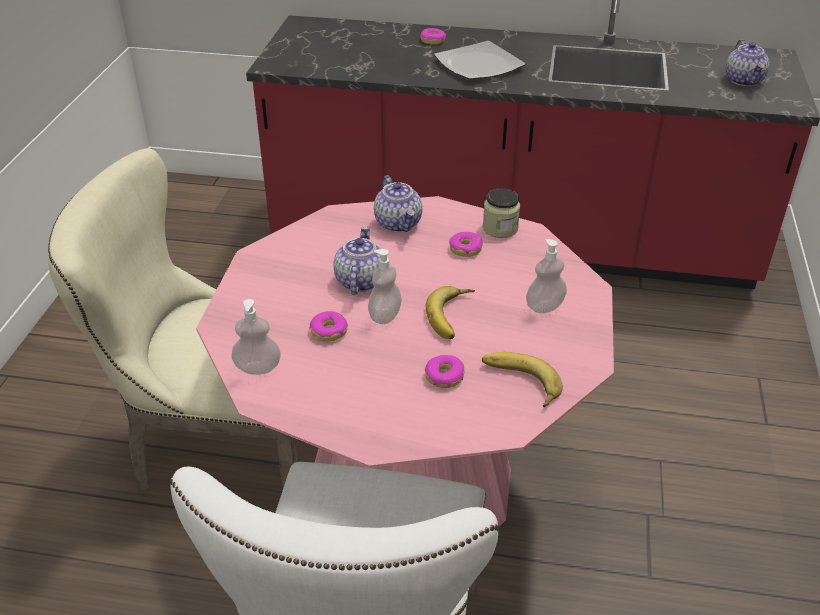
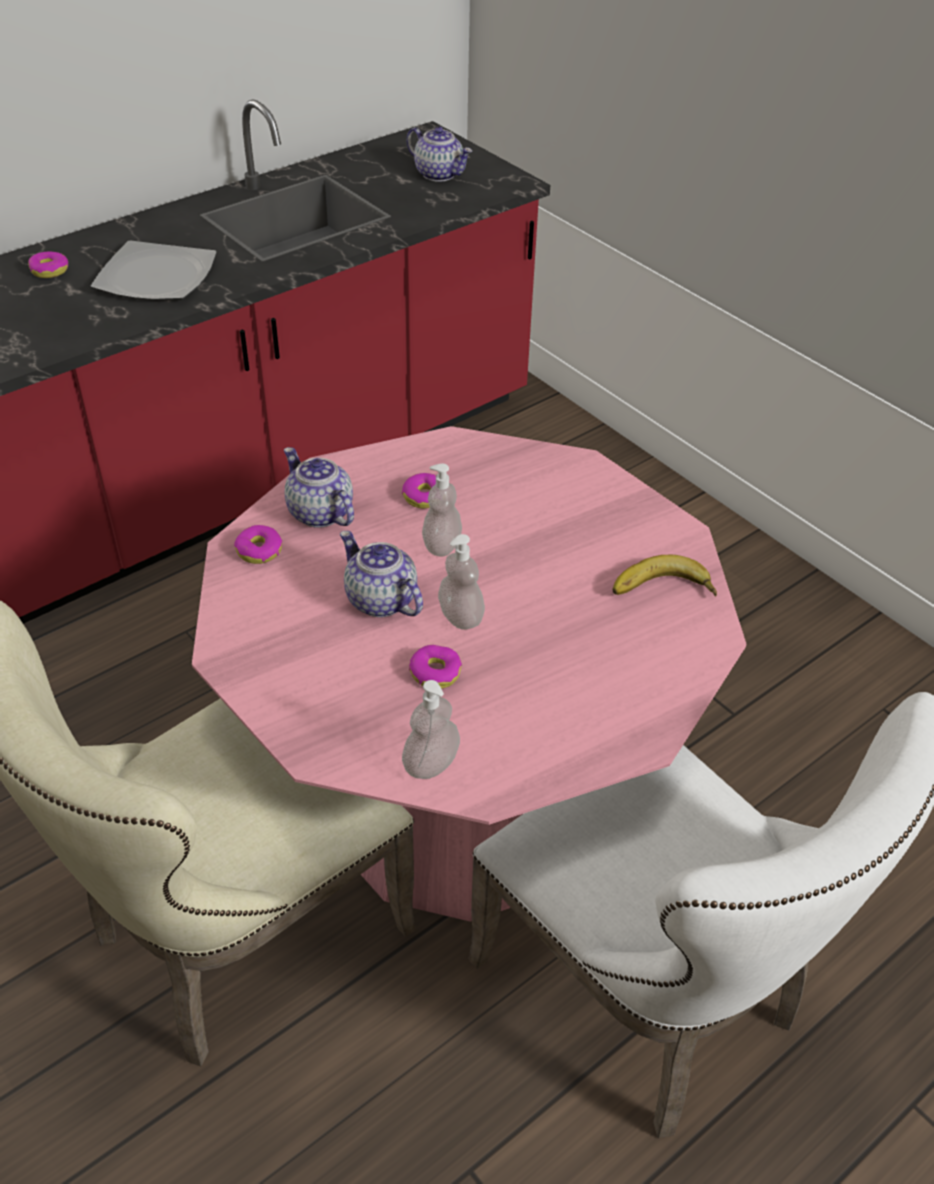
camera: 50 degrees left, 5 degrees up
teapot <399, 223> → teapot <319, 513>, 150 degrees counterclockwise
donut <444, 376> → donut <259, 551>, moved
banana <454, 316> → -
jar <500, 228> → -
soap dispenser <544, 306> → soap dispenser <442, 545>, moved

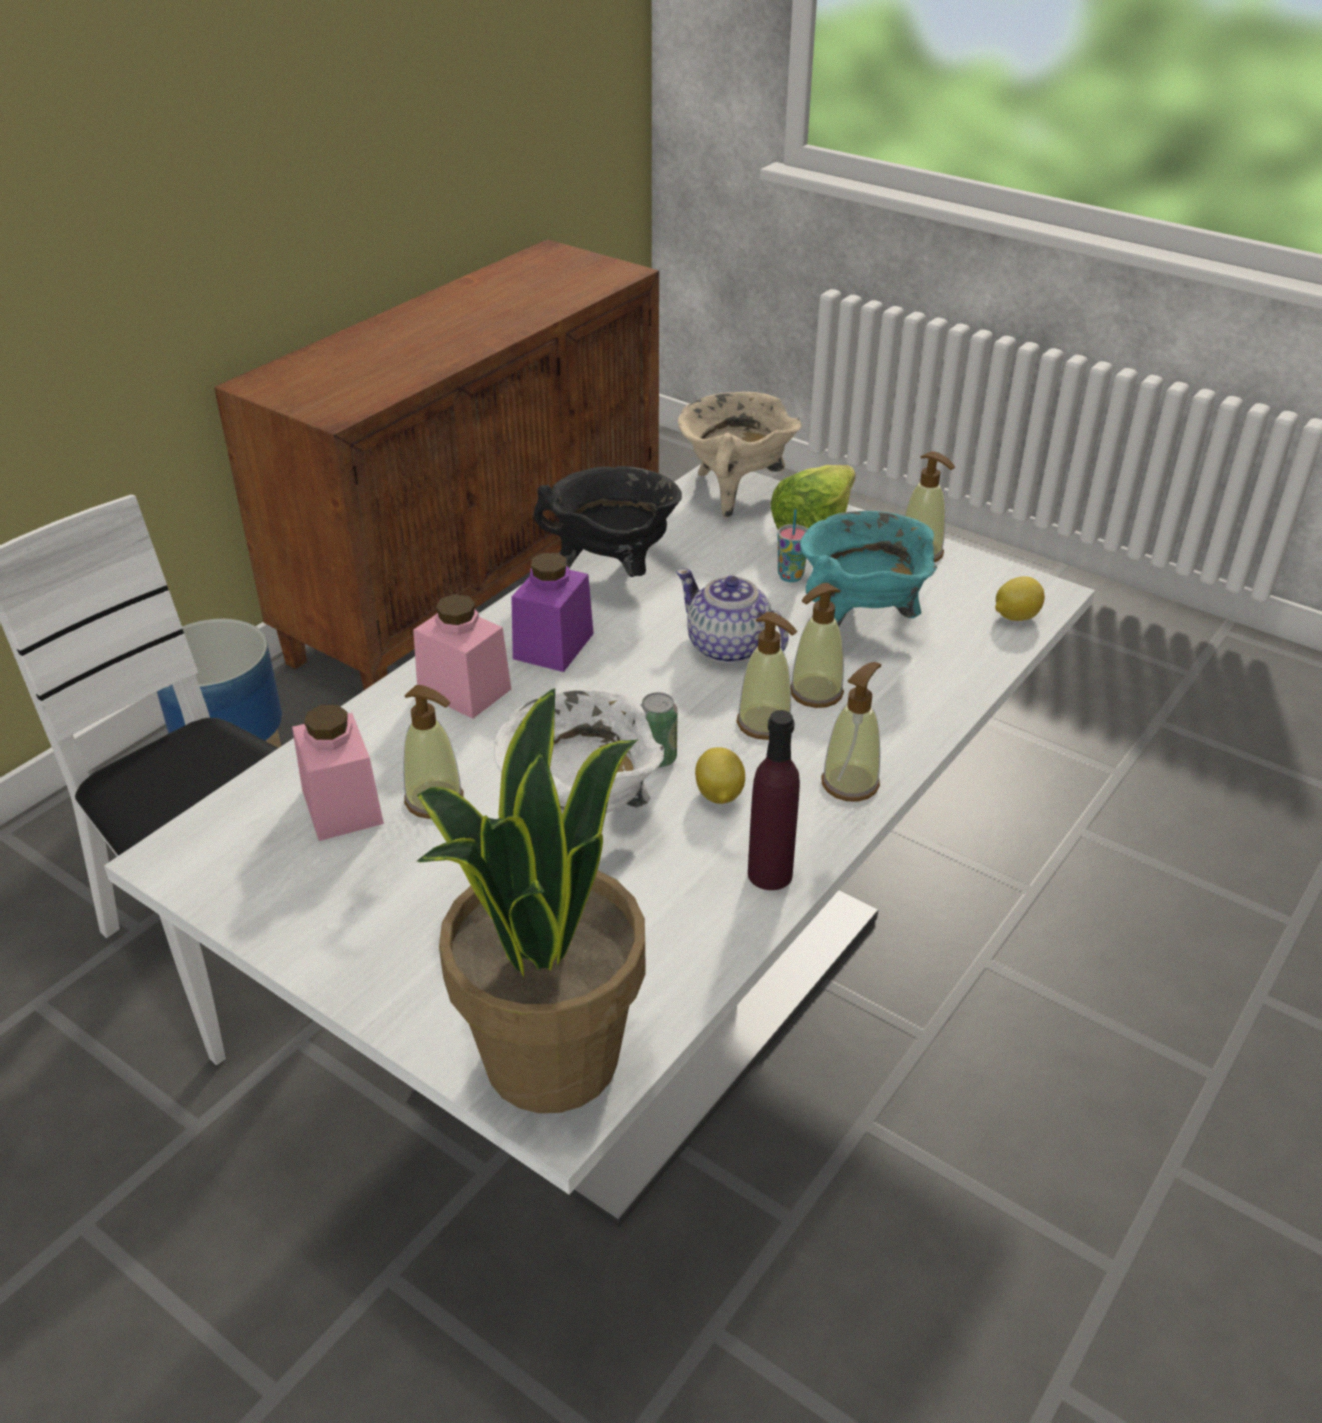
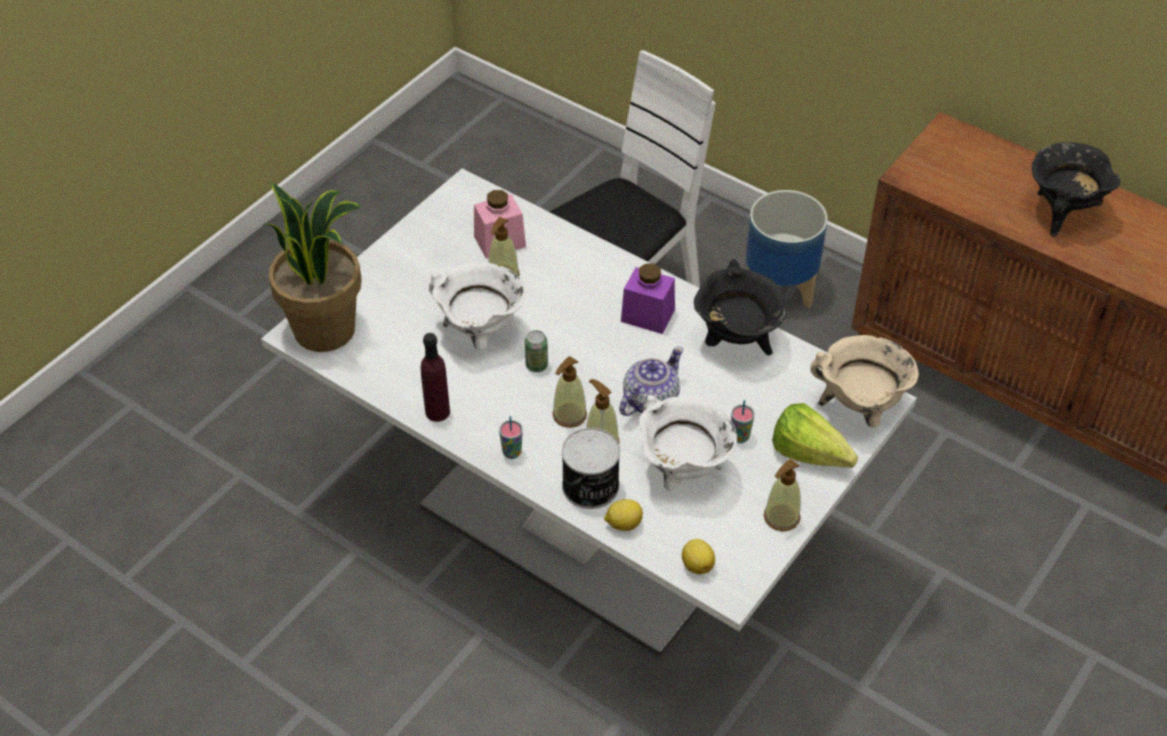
camera: 90 degrees right, 10 degrees up
jar (pink) <464, 690> → -
lemon <719, 795> → lemon <623, 524>, moved
cooking pot (turquoise) <861, 623> → cooking pot (white) <682, 472>
soap dispenser <850, 783> → cup <512, 453>
- → can <590, 487>
- → cooking pot (black) <1061, 213>

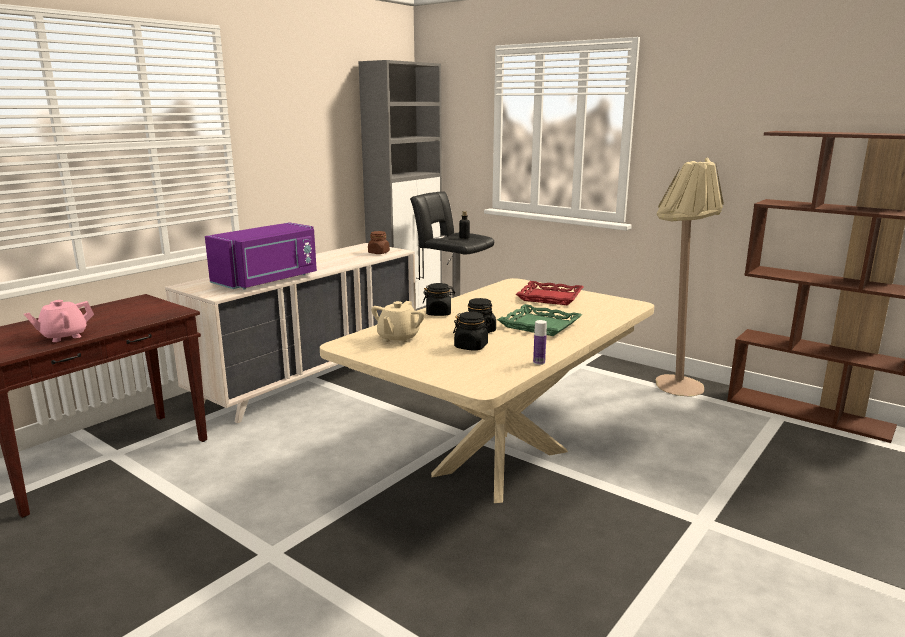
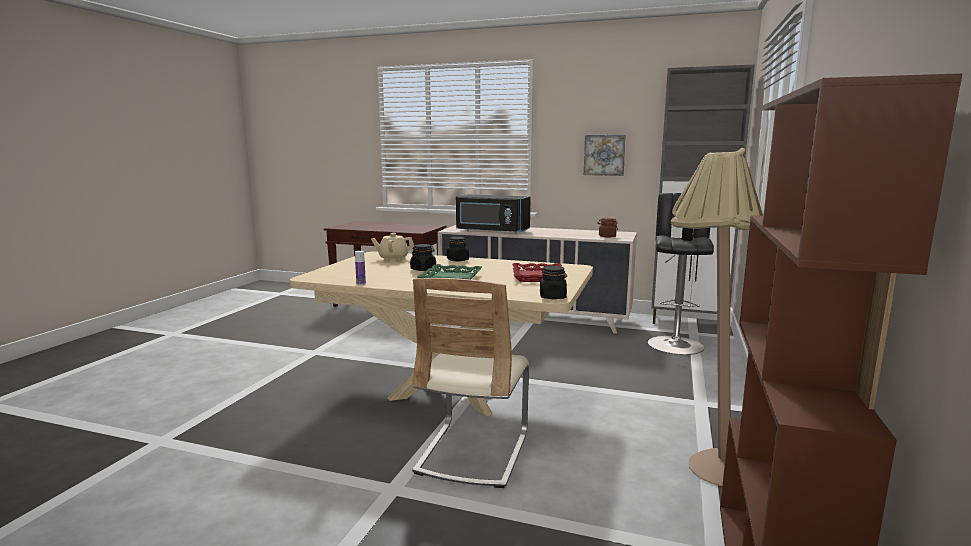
camera: 70 degrees right, 5 degrees down
teapot (pink) <64, 336> → -
microwave (purple) <268, 280> → microwave (black) <491, 231>
jar (black) <471, 346> → jar (black) <552, 297>, moved
- → chair (beige) <473, 452>
- → picture <604, 155>

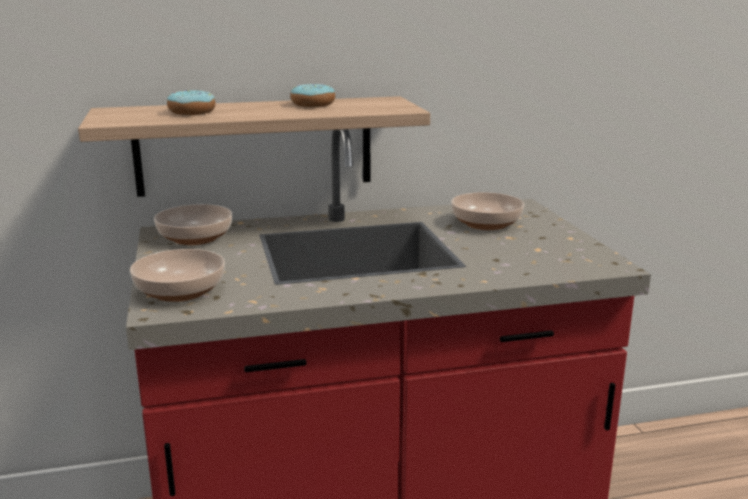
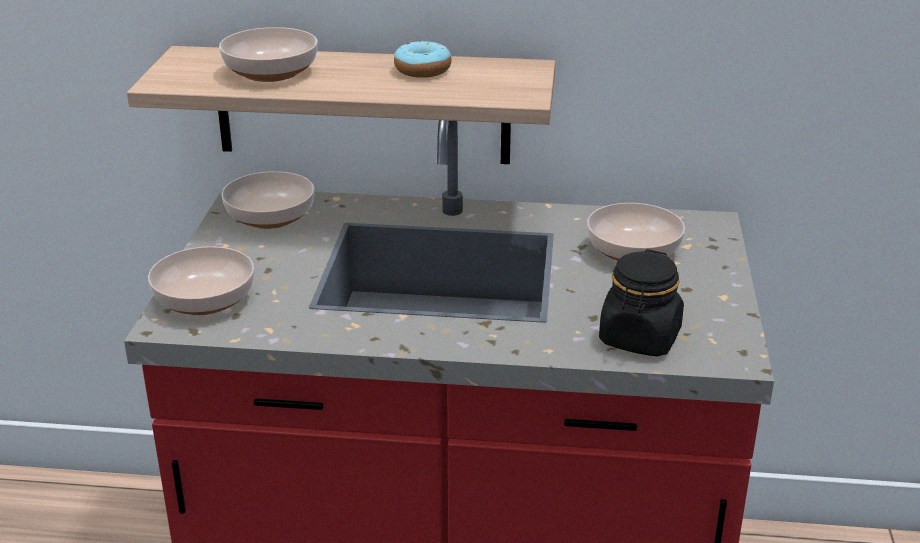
camera: 20 degrees right, 10 degrees up
donut <192, 112> → bowl <269, 72>
- → jar (black) <639, 338>

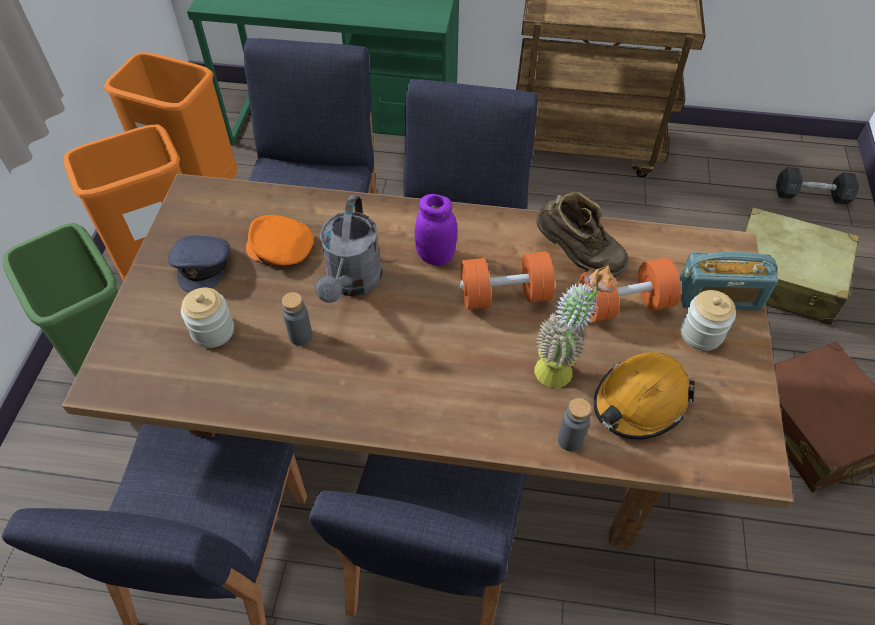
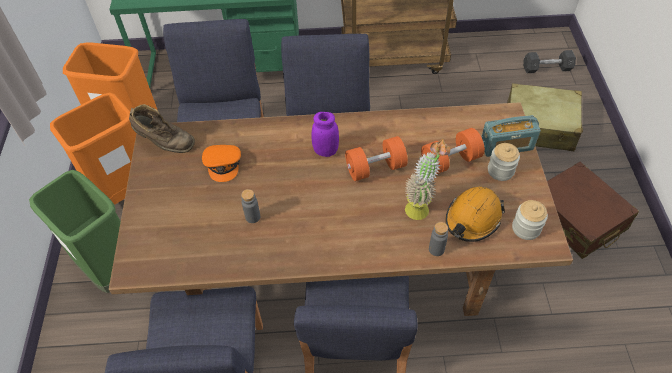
camera: 10 degrees left, 0 degrees up
cap (grey) <203, 265> → -
jar <213, 331> → jar <526, 228>, moved
cap (orange) <280, 250> → cap (orange) <223, 164>, 105 degrees counterclockwise
watering can (grey) <352, 283> → -
boot (brown) <577, 257> → boot (brown) <165, 143>, moved

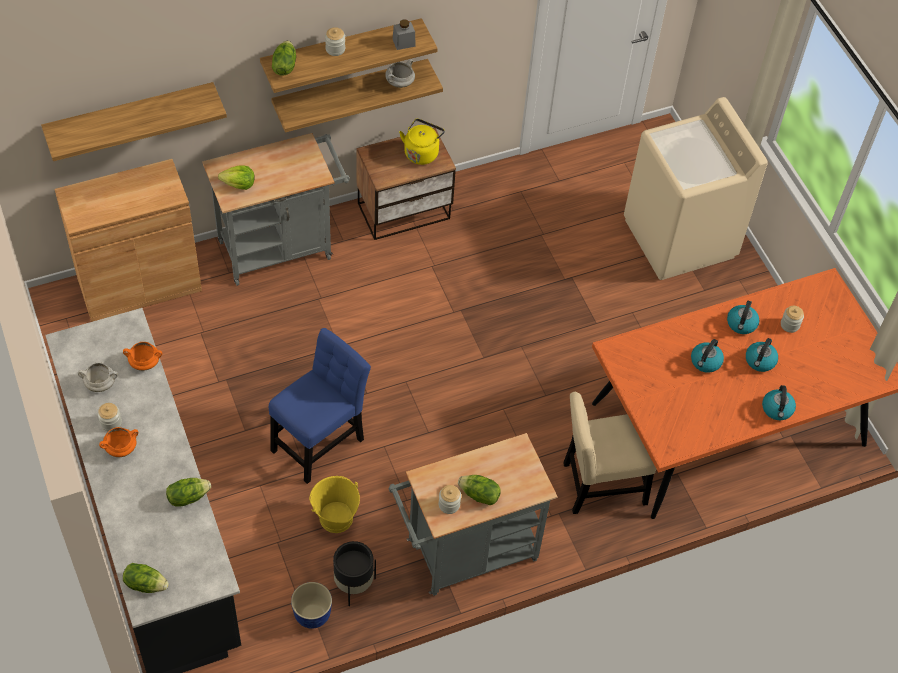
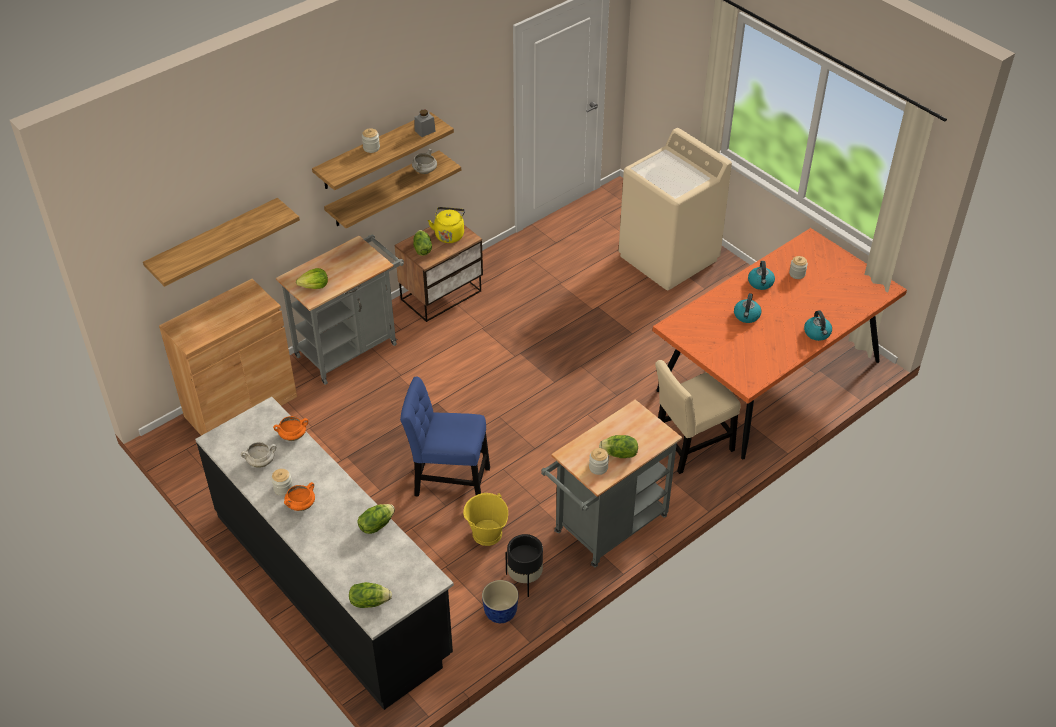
camera: 15 degrees left, 10 degrees down
chair (blue) <320, 441> → chair (blue) <448, 480>, 105 degrees counterclockwise
lettuce <284, 66> → lettuce <422, 249>, moved
kettle <760, 361> → -

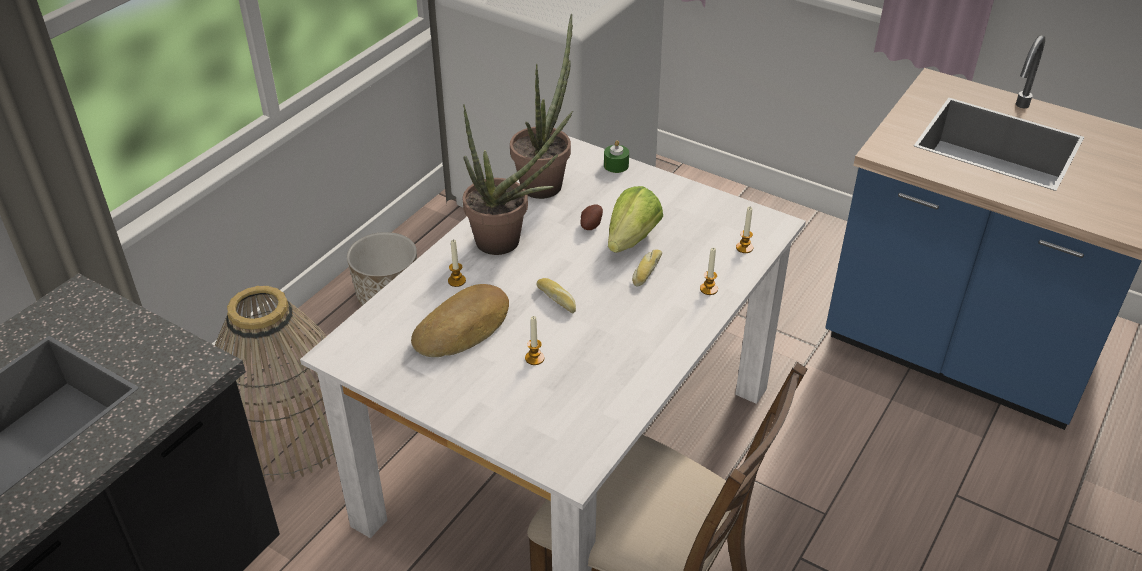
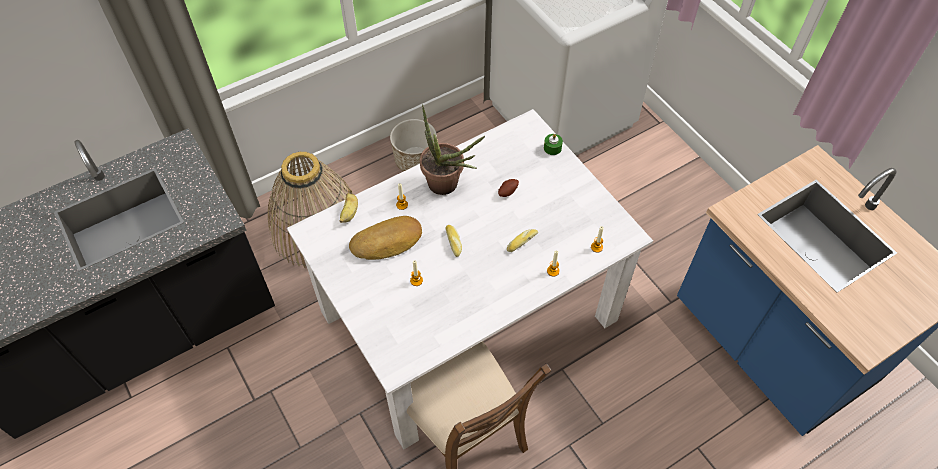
camera: 25 degrees right, 15 degrees up
potted plant <545, 181> → -
lettuce <631, 239> → -
- → banana <349, 213>

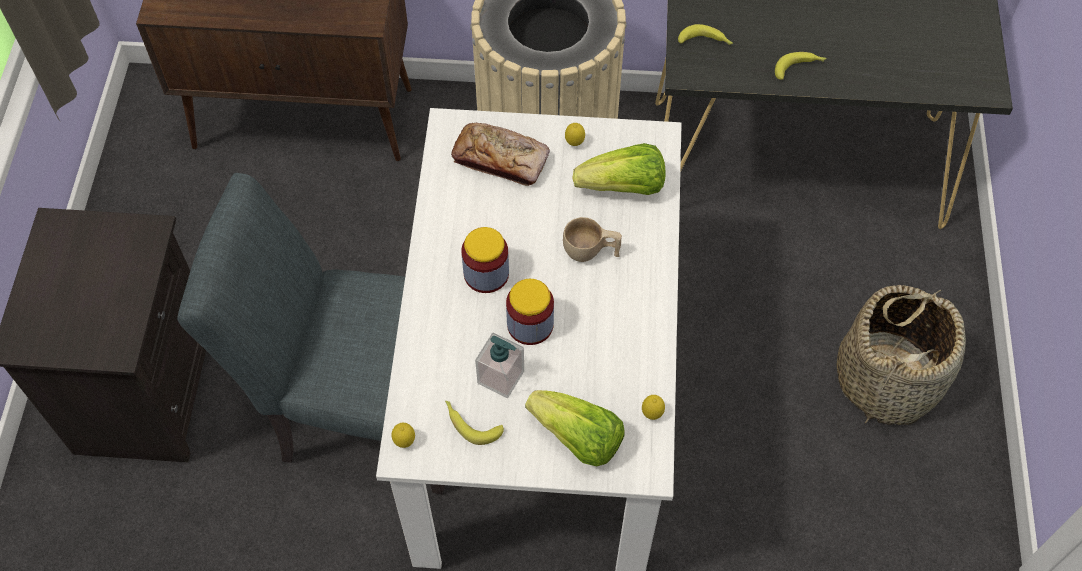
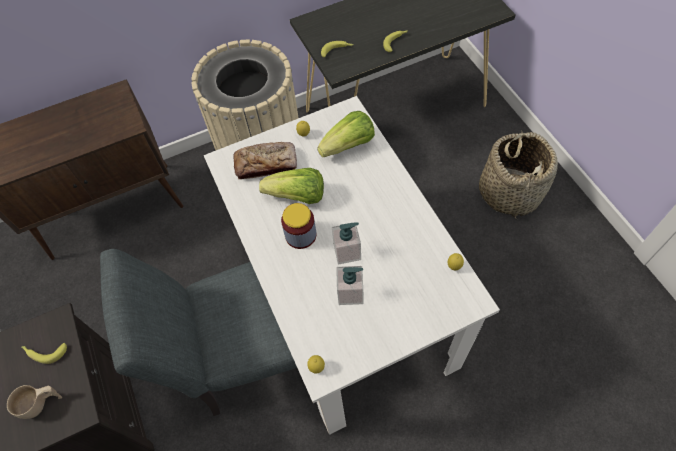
camera: 25 degrees left, 0 degrees up
banana <470, 423> → banana <44, 352>, moved
jar <530, 325> → soap dispenser <347, 252>
lettuce <577, 438> → lettuce <297, 196>, moved
cup (beige) <591, 252> → cup (beige) <41, 404>, moved

